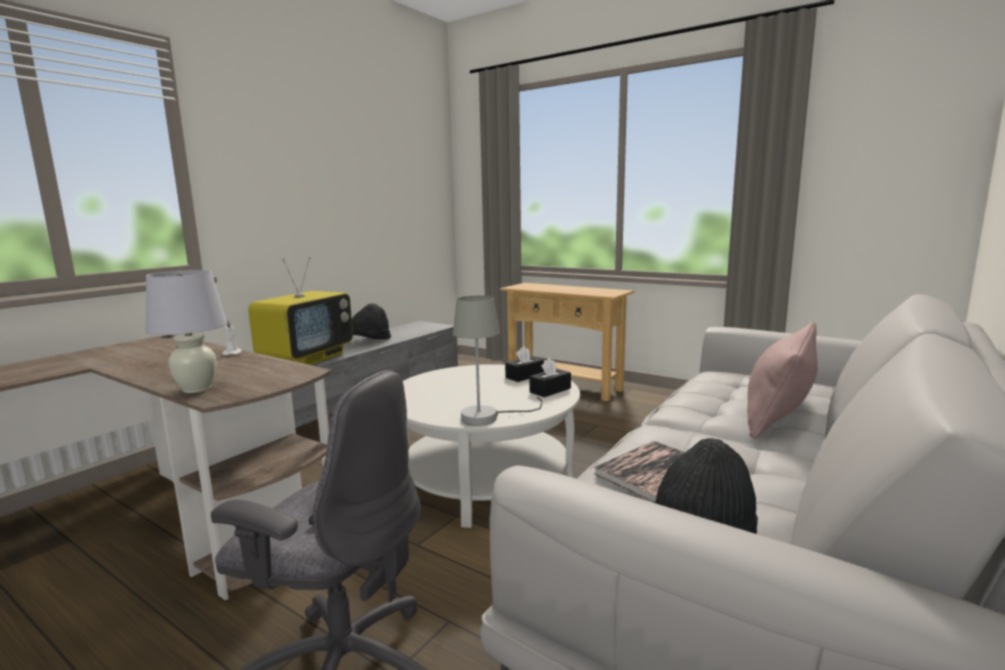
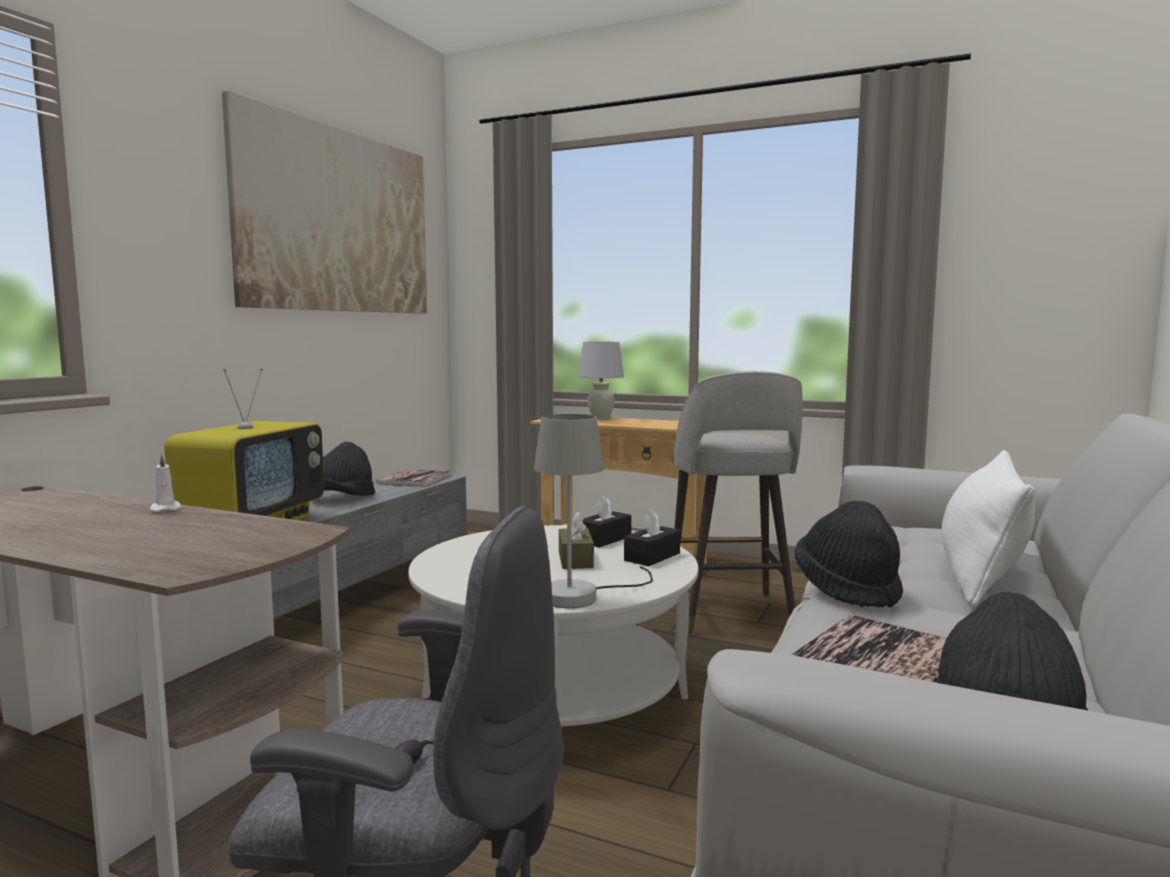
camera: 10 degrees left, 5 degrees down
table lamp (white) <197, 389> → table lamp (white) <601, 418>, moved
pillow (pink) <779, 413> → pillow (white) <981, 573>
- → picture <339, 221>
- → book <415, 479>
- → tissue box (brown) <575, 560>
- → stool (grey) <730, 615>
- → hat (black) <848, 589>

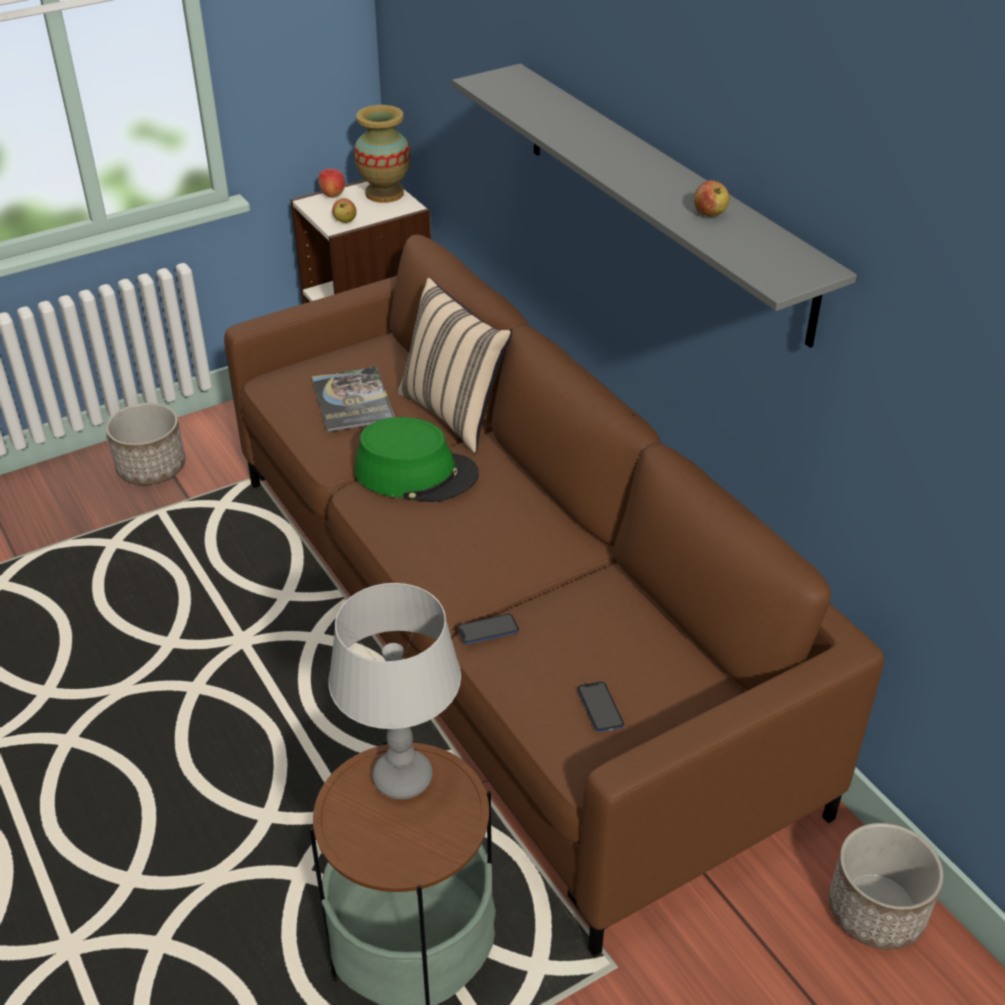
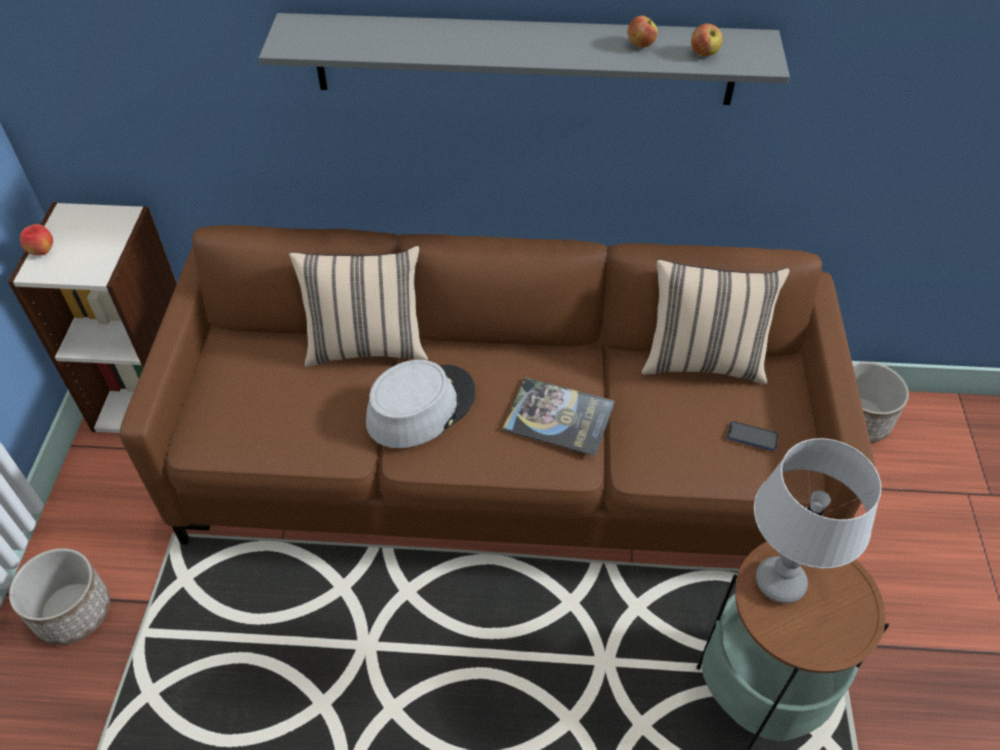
camera: 55 degrees left, 10 degrees up
book <353, 400> → book <559, 417>, moved
apple <345, 221> → apple <704, 54>, moved
vase <385, 193> → -
hat (green) <416, 473> → hat (grey) <420, 407>
phone <488, 630> → -
- → pillow (beige) <702, 361>

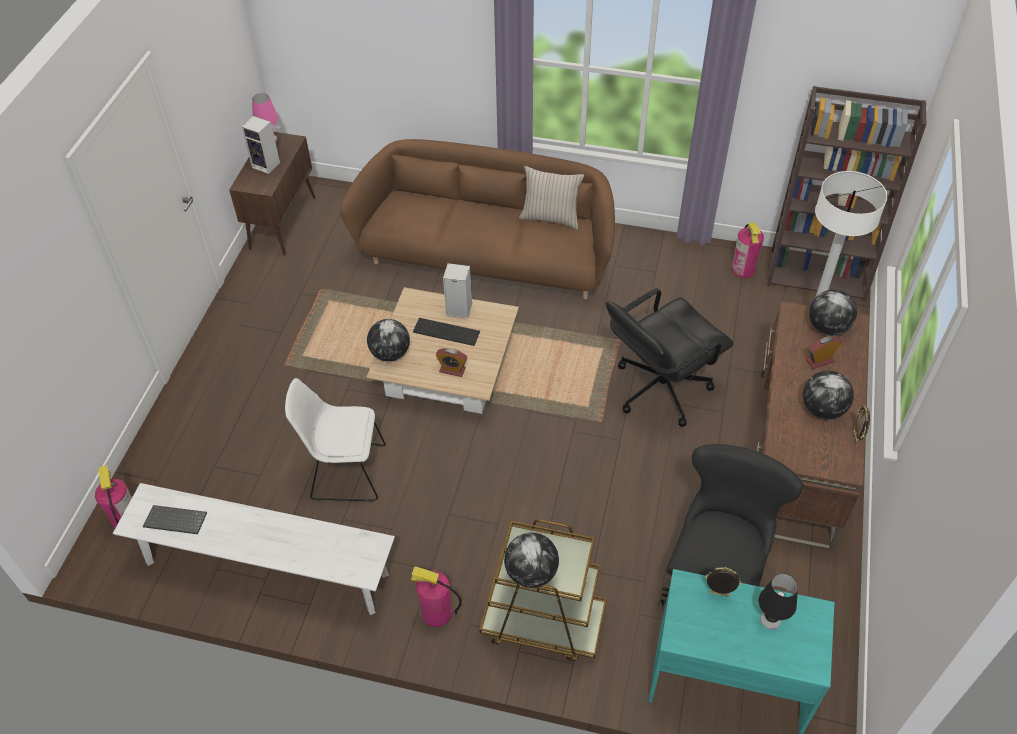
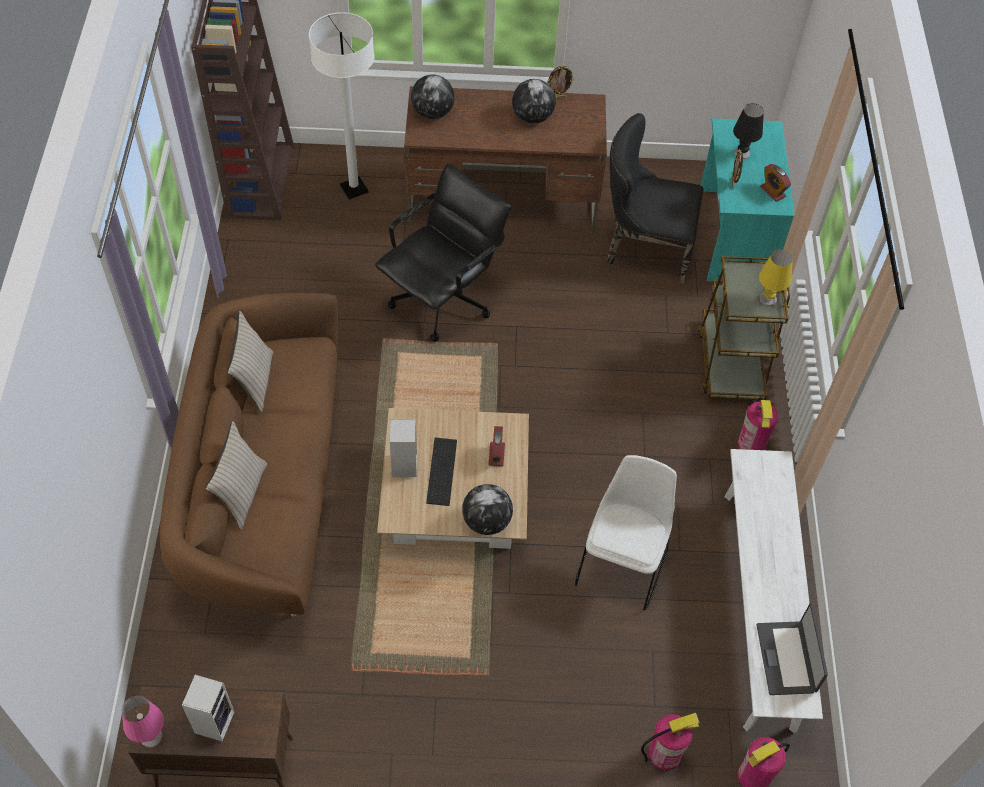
camera: 105 degrees left, 5 degrees up
keyboard <174, 521> → laptop <787, 658>
chair (white) <345, 471> → chair (white) <622, 564>, 150 degrees counterclockwise
globe <531, 573> → table lamp (yellow) <768, 298>
office chair (black) <659, 388> → office chair (black) <443, 300>, 90 degrees counterclockwise
fire extinguisher <743, 269> → fire extinguisher <664, 754>, moved
alarm clock <819, 360> → alarm clock <772, 191>, moved
- → pillow (beige) <241, 493>

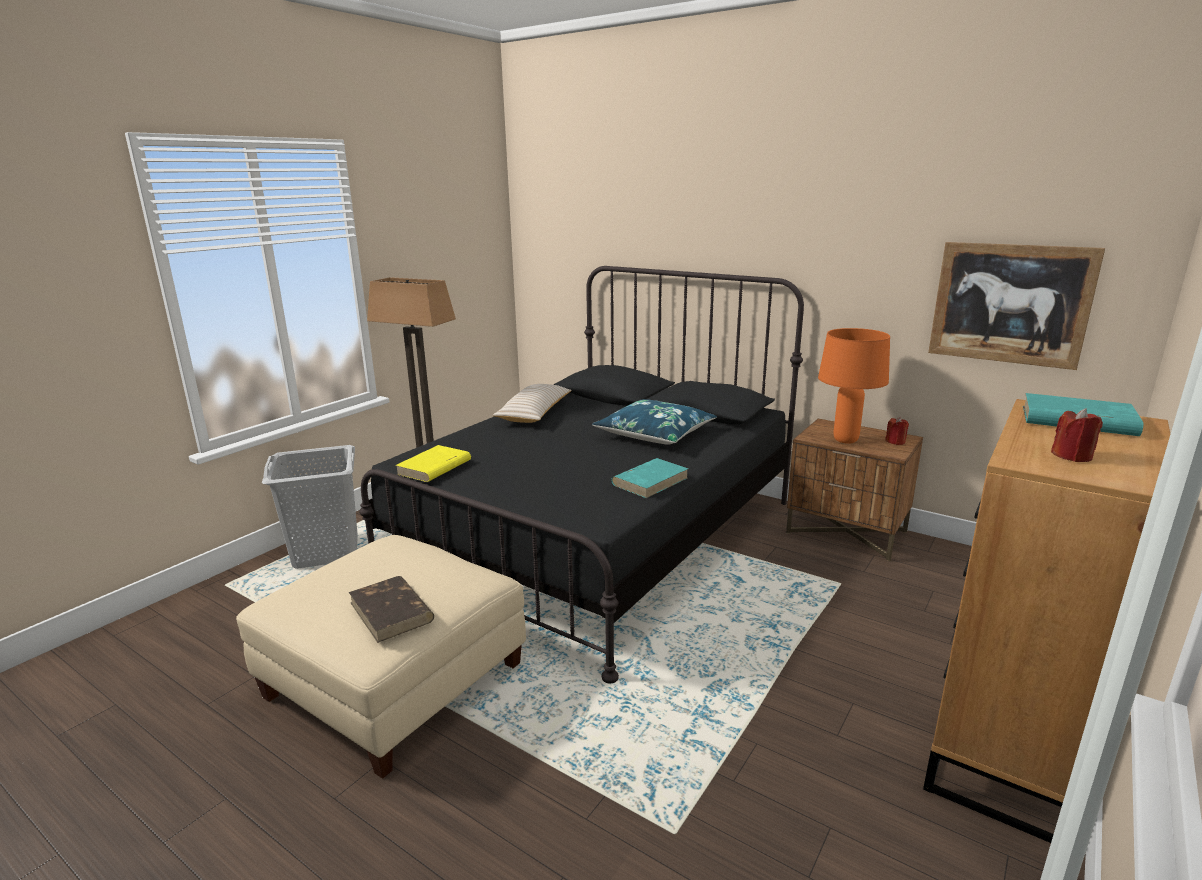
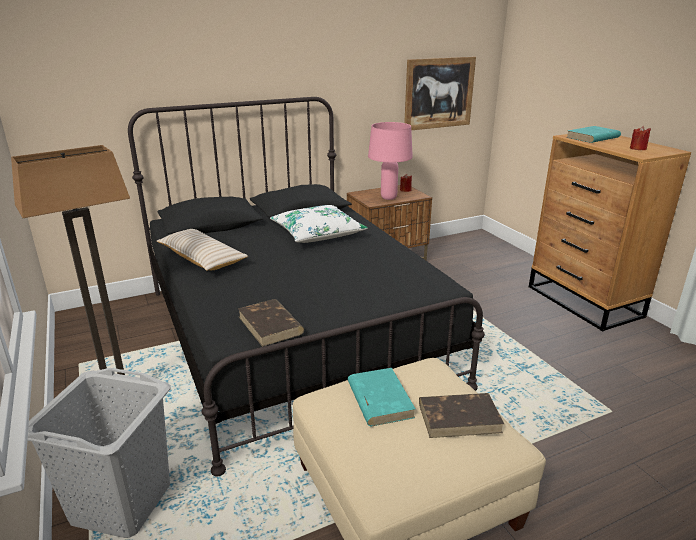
camera: 60 degrees left, 5 degrees up
book (yellow) <434, 467> → book (brown) <270, 325>
pillow (blue) <655, 434> → pillow (white) <317, 233>
book (turquoise) <650, 481> → book (turquoise) <379, 399>, moved
table lamp (orange) <845, 440> → table lamp (pink) <388, 198>

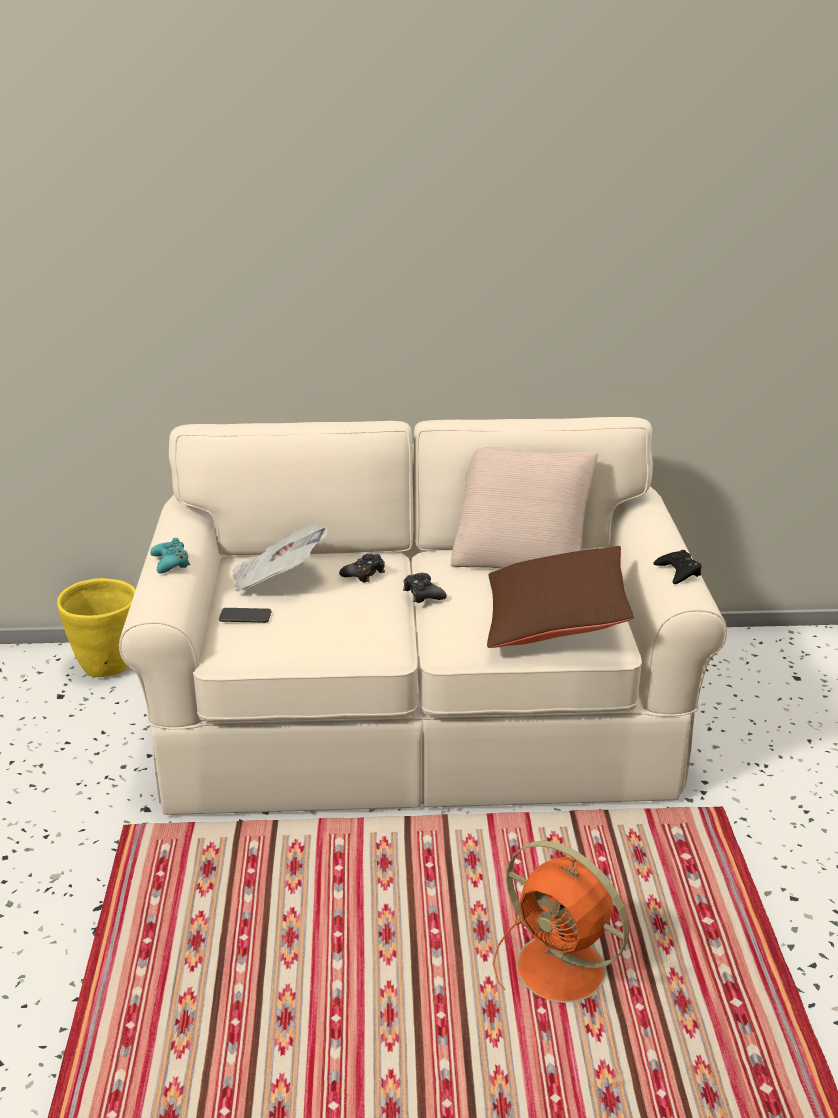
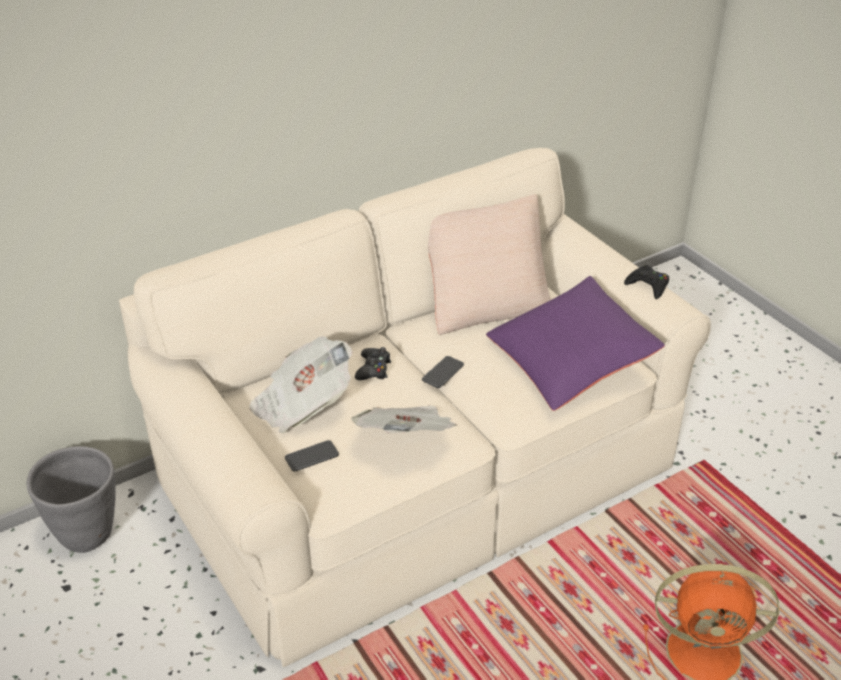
camera: 30 degrees left, 10 degrees up
planter (yellow) <108, 666> → planter (grey) <87, 535>
game controller (turquoise) <171, 563> → -
game controller (black) <423, 594> → phone <443, 373>
pillow (brown) <555, 620> → pillow (purple) <570, 360>
- → newspaper <406, 439>

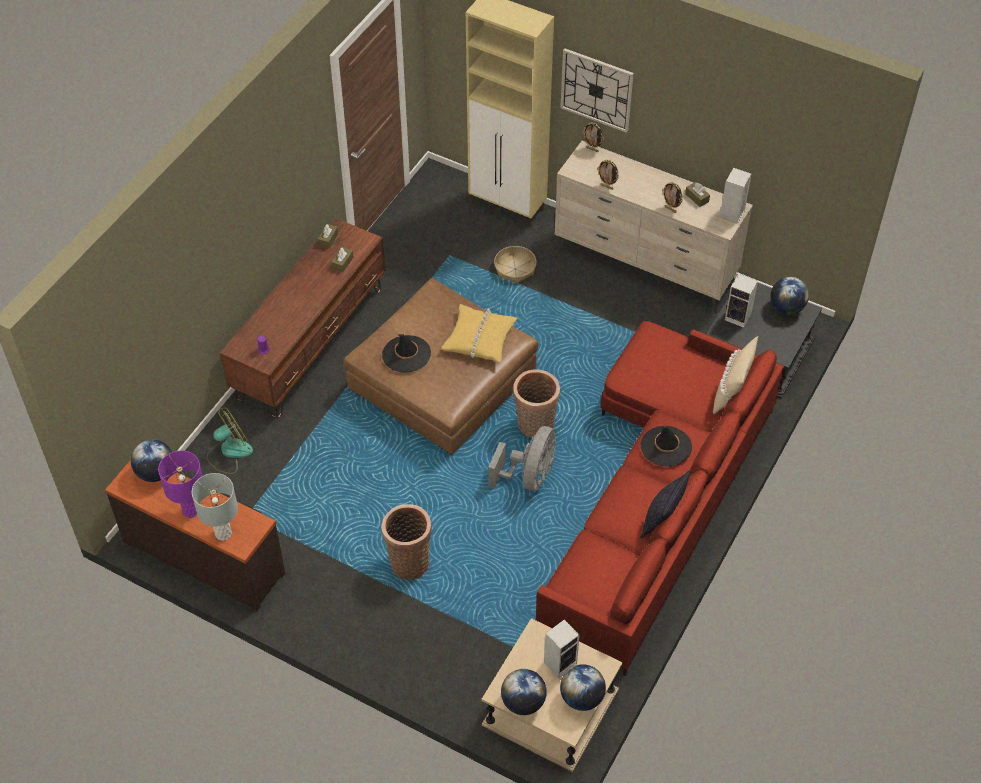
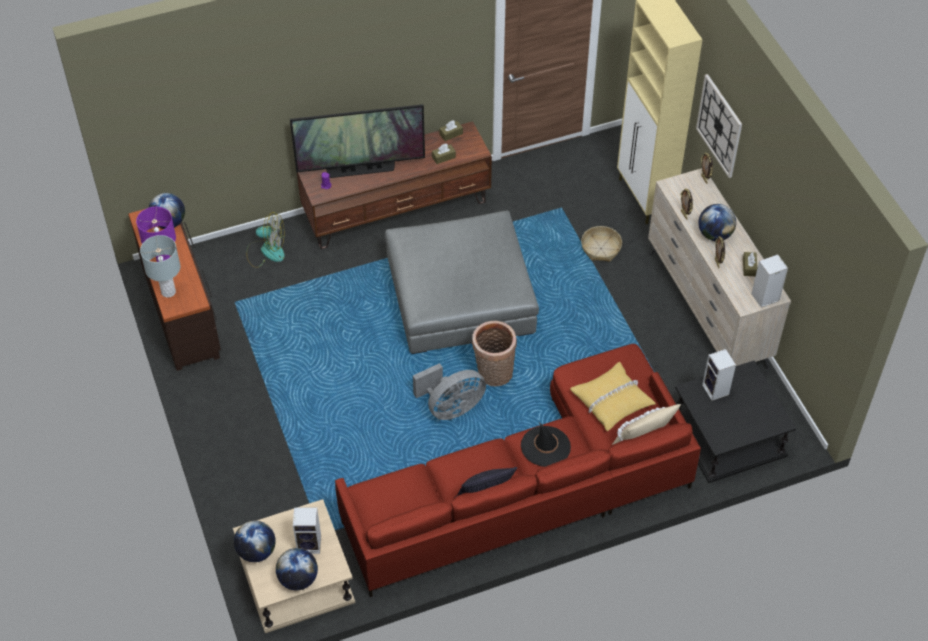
camera: 40 degrees right, 0 degrees up
ottoman (brown) <442, 381> → ottoman (grey) <460, 297>
basket <409, 561> → -
hat (black) <406, 354> → -
pillow (yellow) <479, 338> → pillow (yellow) <612, 401>, moved
globe <786, 308> → globe <714, 235>, moved
- → television <361, 169>

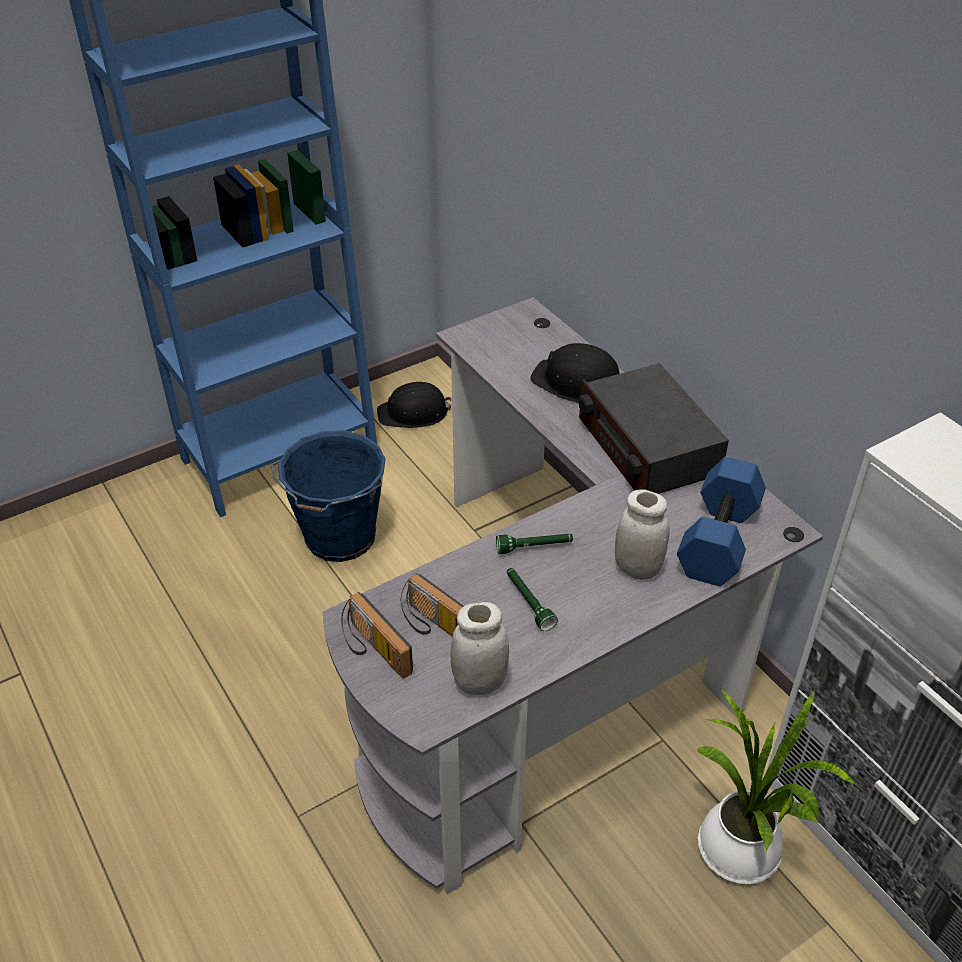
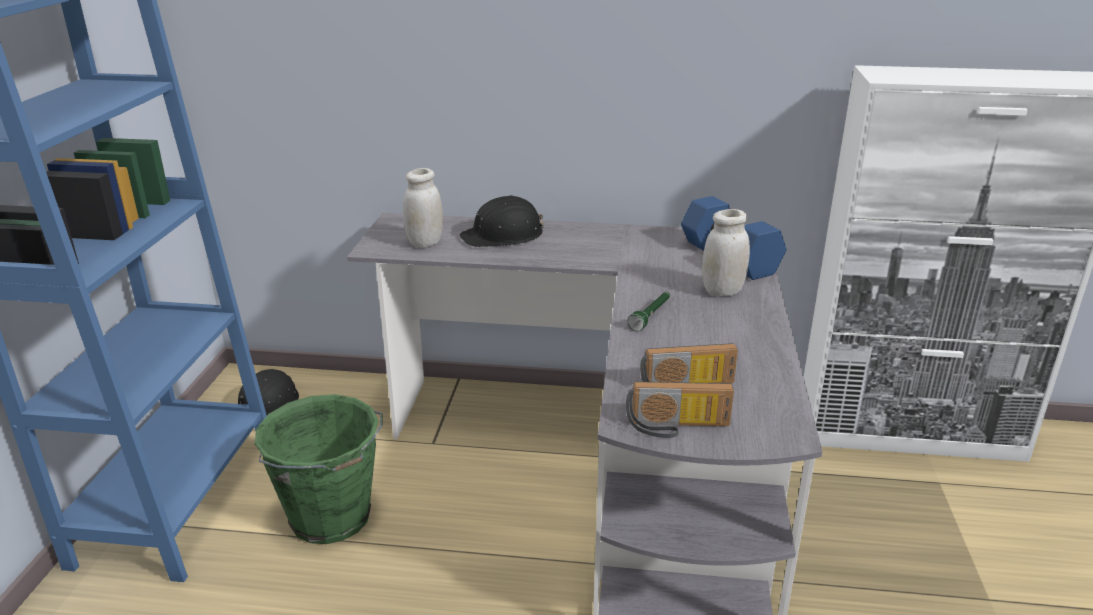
camera: 50 degrees left, 15 degrees down
bucket (blue) <339, 539> → bucket (green) <332, 519>
jar (white) <479, 682> → jar (white) <425, 243>, moved
flashlight (green) <528, 603> → -
radio <647, 447> → -
potted plant <741, 856> → -

